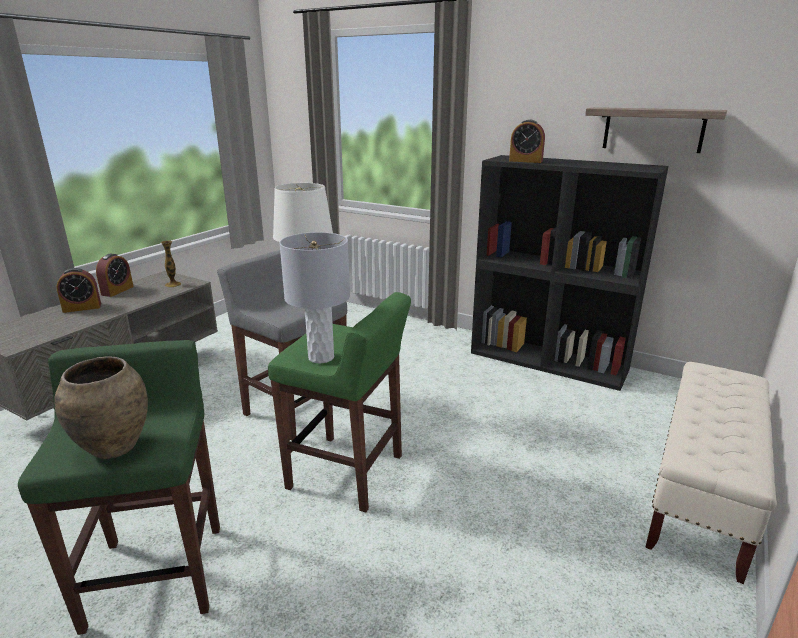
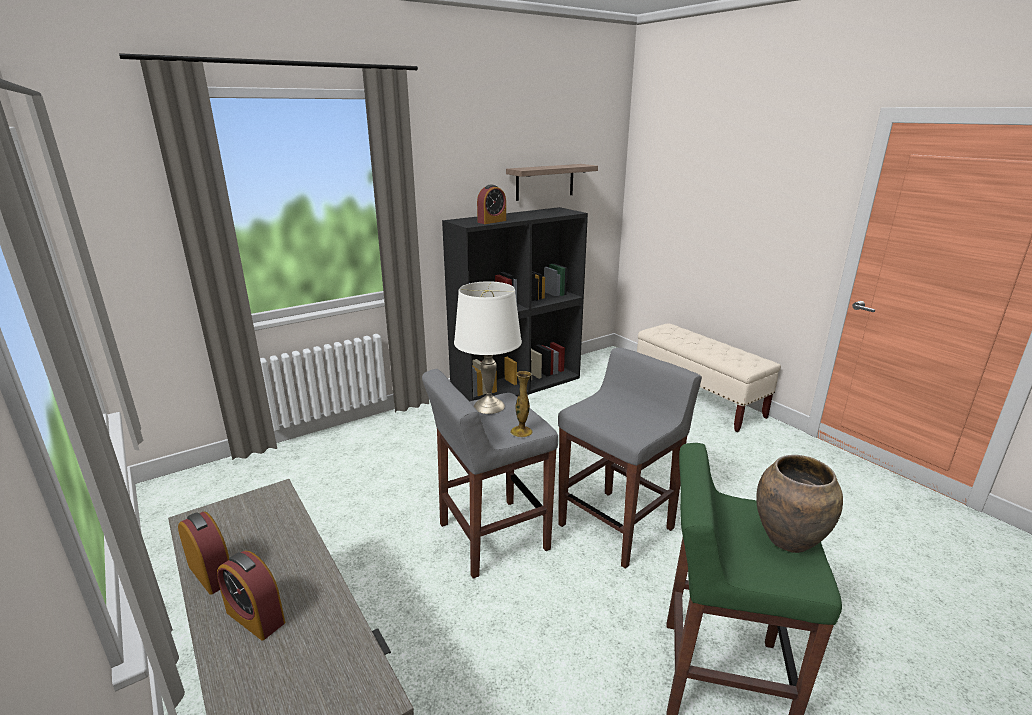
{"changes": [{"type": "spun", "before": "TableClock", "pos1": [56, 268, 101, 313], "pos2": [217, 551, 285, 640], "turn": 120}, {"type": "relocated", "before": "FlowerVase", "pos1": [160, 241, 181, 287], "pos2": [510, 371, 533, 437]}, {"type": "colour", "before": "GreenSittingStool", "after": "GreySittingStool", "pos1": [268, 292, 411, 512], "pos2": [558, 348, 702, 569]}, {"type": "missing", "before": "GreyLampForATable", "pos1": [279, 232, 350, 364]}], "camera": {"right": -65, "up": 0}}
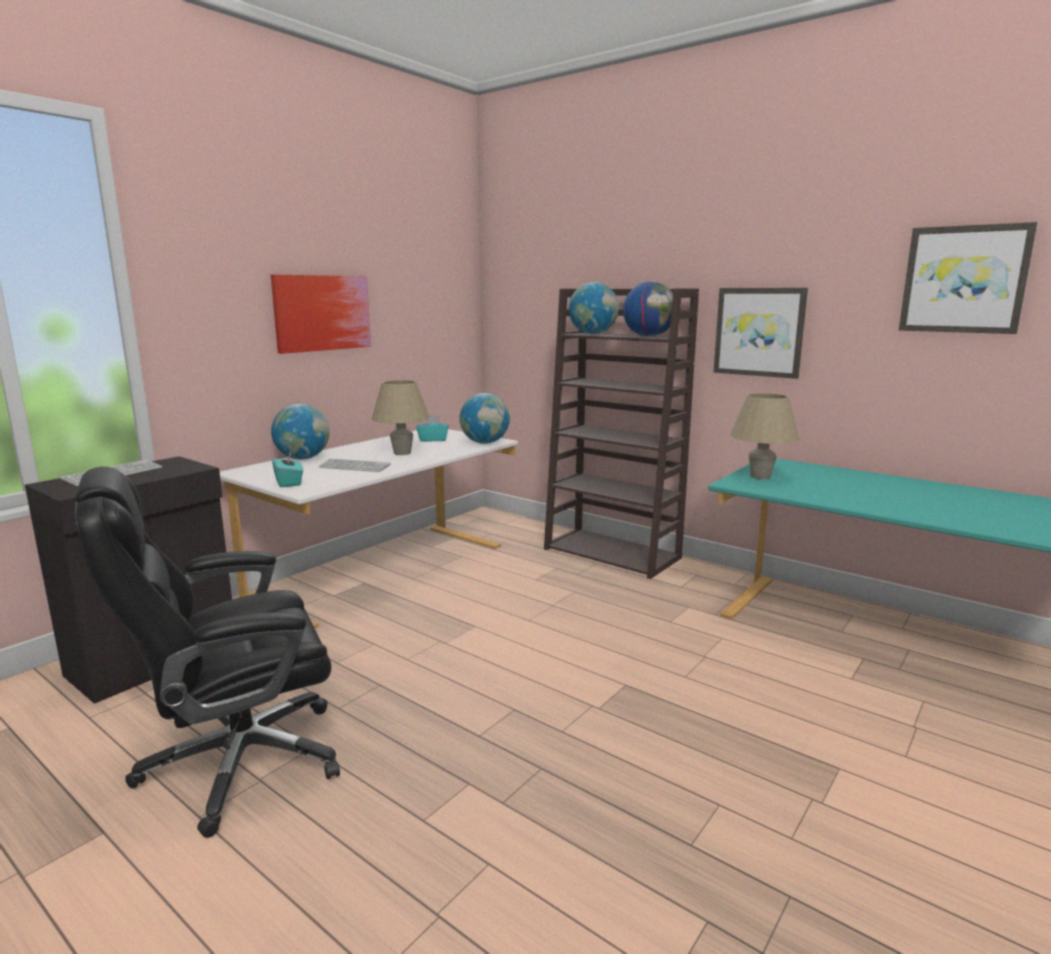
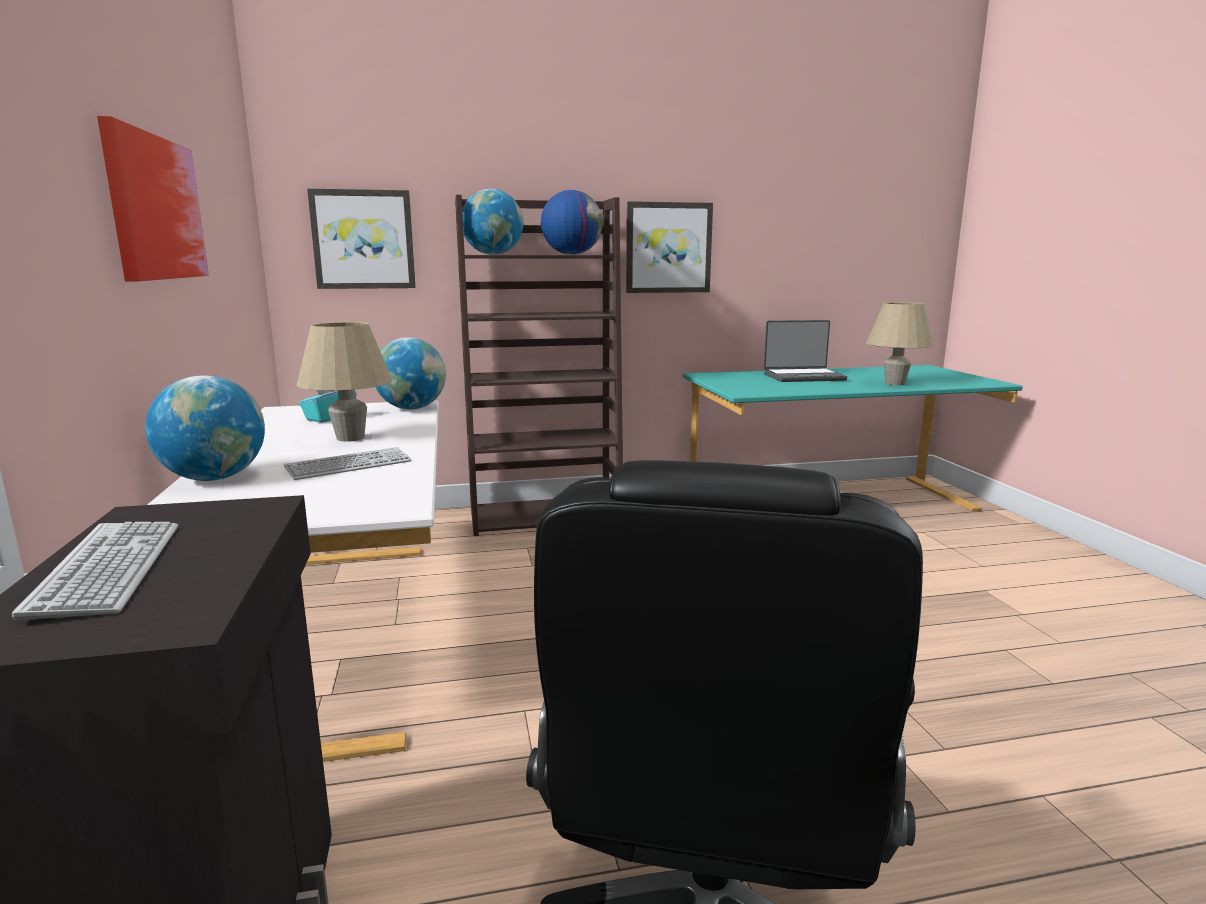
{"changes": [{"type": "missing", "before": "TurquoiseBoxOfTissues", "pos1": [272, 450, 303, 487]}, {"type": "relocated", "before": "SandColouredLampForATable", "pos1": [731, 393, 799, 479], "pos2": [866, 302, 934, 385]}, {"type": "relocated", "before": "WallPicture", "pos1": [899, 222, 1037, 334], "pos2": [307, 189, 416, 289]}, {"type": "appeared", "after": "PortableComputer", "pos2": [763, 320, 847, 382]}], "camera": {"right": -50, "up": 0}}
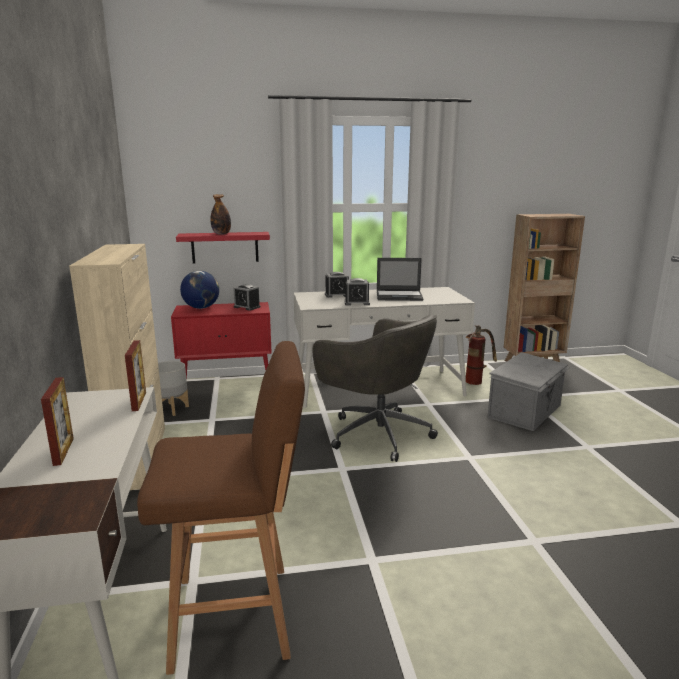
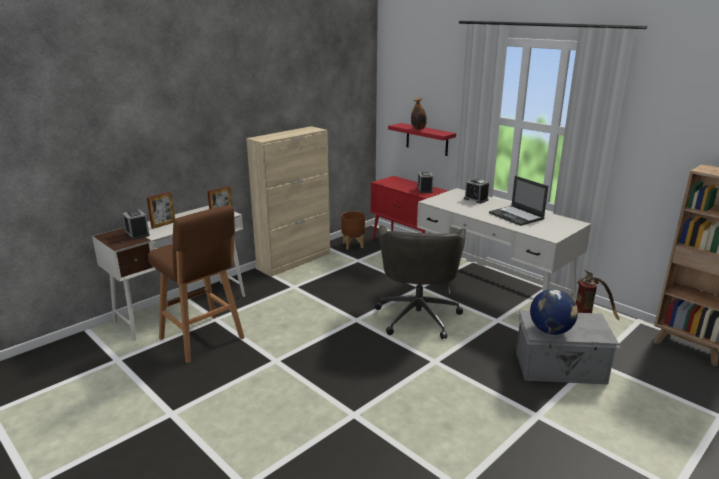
{"changes": [{"type": "colour", "before": "GreyPlanter", "after": "BrownishPlanter", "pos1": [158, 361, 189, 416], "pos2": [341, 211, 365, 250]}, {"type": "relocated", "before": "WorldGlobe", "pos1": [180, 271, 219, 309], "pos2": [530, 289, 578, 335]}, {"type": "relocated", "before": "TableClock", "pos1": [345, 278, 370, 305], "pos2": [122, 209, 150, 240]}], "camera": {"right": 55, "up": 5}}
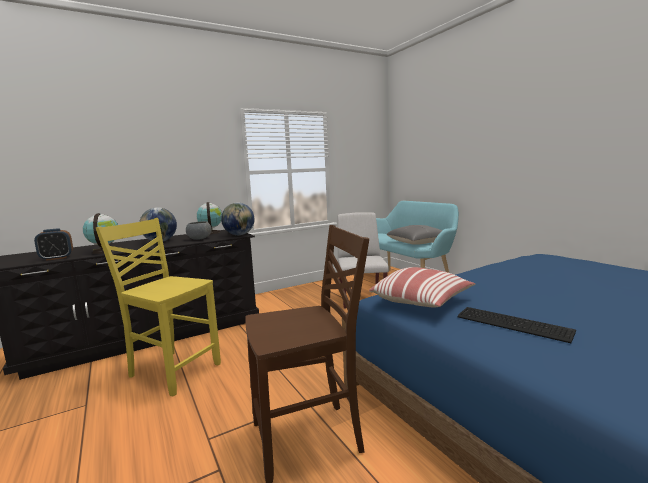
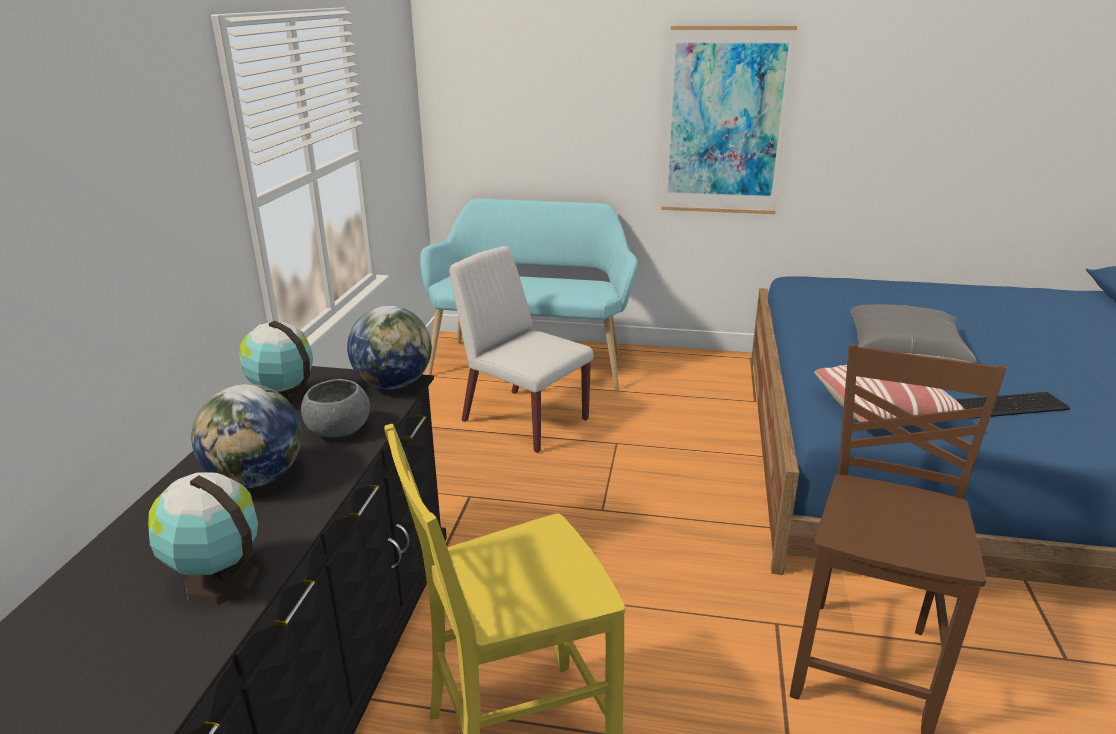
{"changes": [{"type": "missing", "before": "TableClock", "pos1": [34, 228, 73, 261]}, {"type": "relocated", "before": "GreyPillow", "pos1": [386, 225, 442, 245], "pos2": [850, 304, 977, 363]}, {"type": "appeared", "after": "WallPicture", "pos2": [661, 26, 797, 214]}], "camera": {"right": -50, "up": 15}}
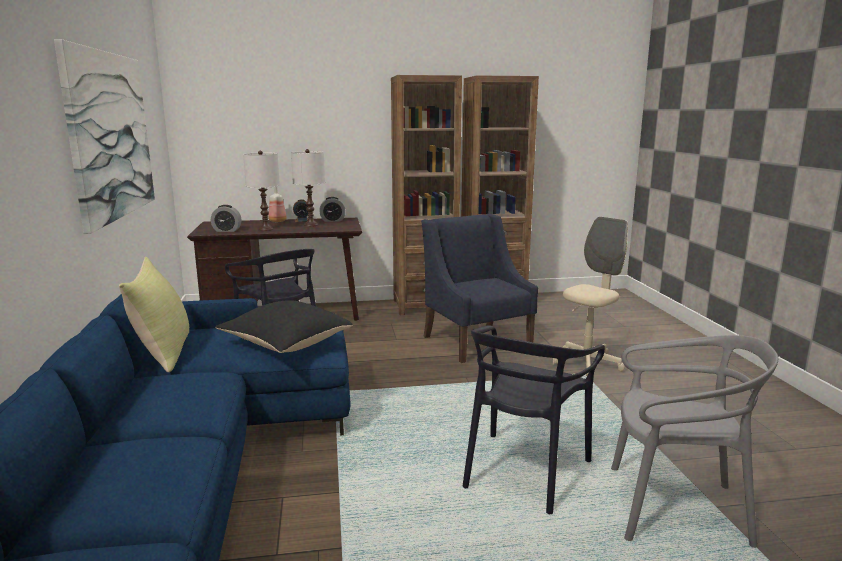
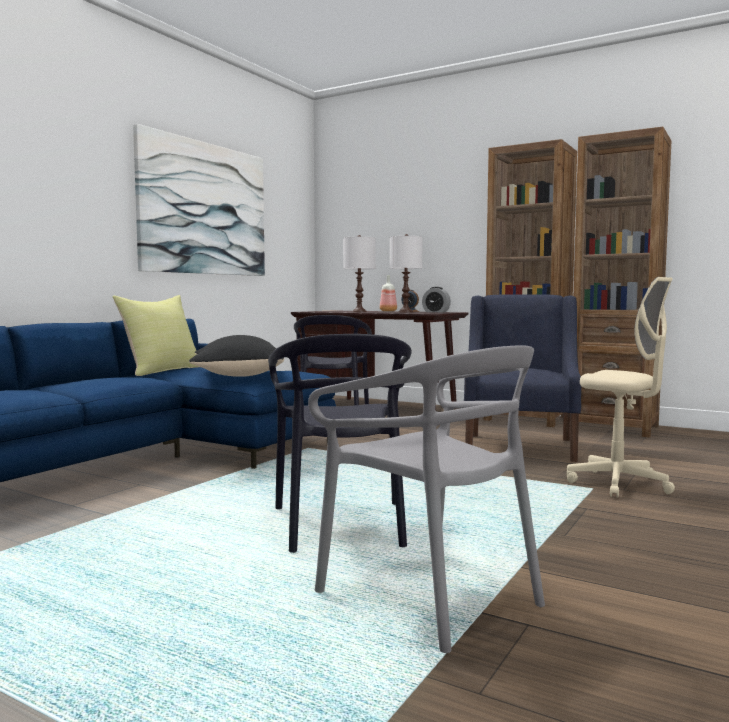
{"changes": [{"type": "missing", "before": "TableClock", "pos1": [211, 205, 242, 232]}, {"type": "spun", "before": "BlackishChair", "pos1": [463, 325, 605, 514], "pos2": [268, 334, 412, 553], "turn": -75}, {"type": "spun", "before": "SandColouredOfficeChair", "pos1": [553, 217, 628, 376], "pos2": [567, 277, 675, 497], "turn": 45}], "camera": {"right": 40, "up": -10}}
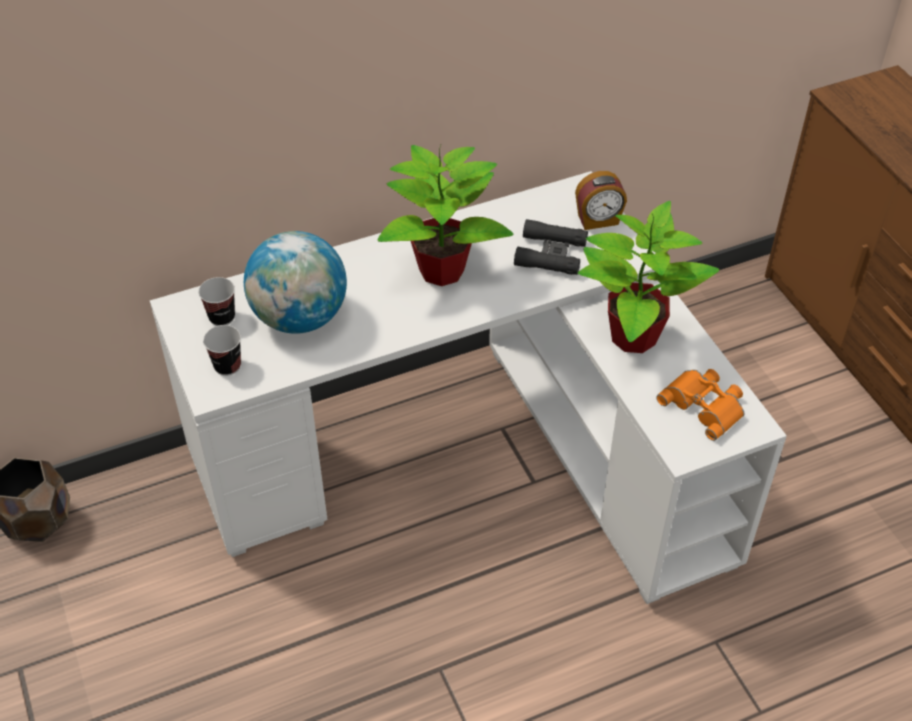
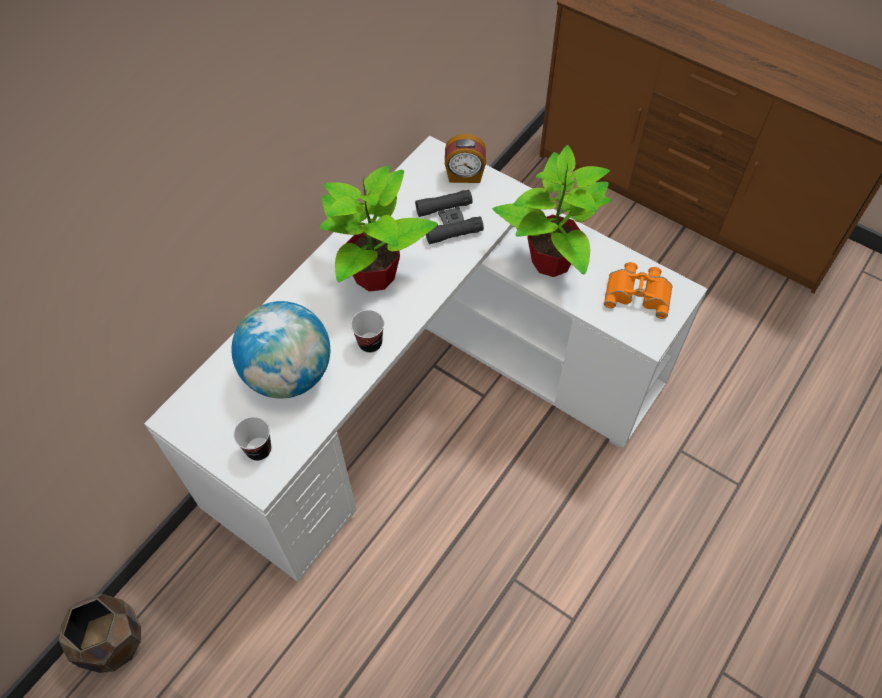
{"changes": [{"type": "relocated", "before": "DrinkingCup", "pos1": [198, 277, 235, 326], "pos2": [351, 310, 384, 353]}, {"type": "spun", "before": "TableClock", "pos1": [575, 171, 627, 230], "pos2": [445, 134, 486, 183], "turn": 45}], "camera": {"right": -30, "up": 10}}
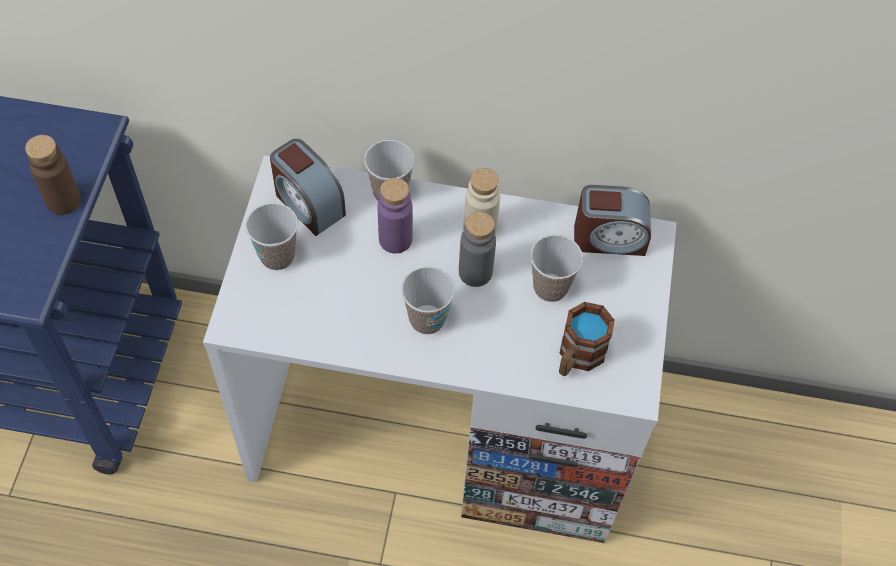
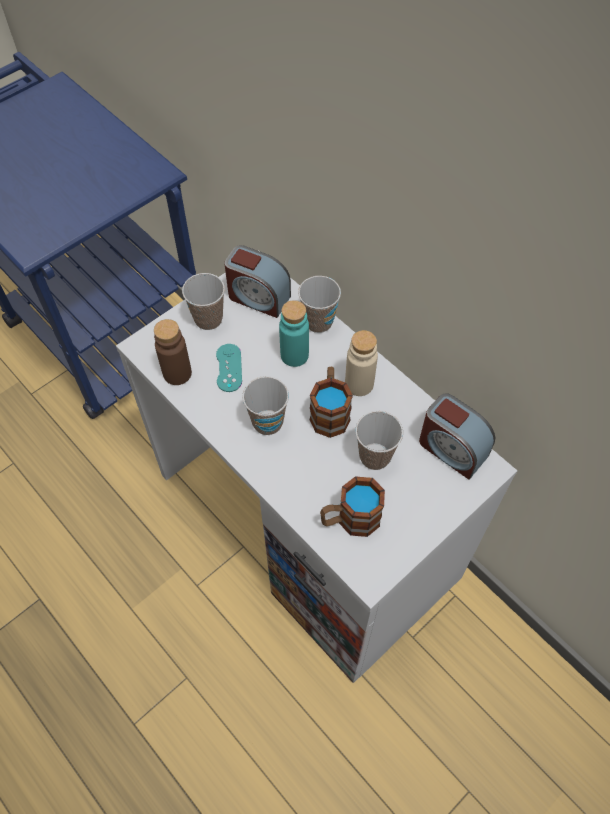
{"changes": [{"type": "relocated", "before": "BrownishDrinkBottle", "pos1": [25, 135, 81, 215], "pos2": [154, 319, 192, 385]}, {"type": "spun", "before": "TableClock", "pos1": [270, 139, 346, 236], "pos2": [224, 245, 291, 318], "turn": -60}, {"type": "colour", "before": "PurpleColouredDrinkBottle", "after": "TurquoiseDrinkBottle", "pos1": [378, 178, 413, 254], "pos2": [279, 300, 309, 367]}, {"type": "exchanged", "before": "GreyDrinkBottle", "after": "TeaMug", "pos1": [459, 212, 496, 287], "pos2": [309, 367, 353, 438]}, {"type": "appeared", "after": "TurquoiseJoypad", "pos2": [216, 344, 242, 392]}], "camera": {"right": 40, "up": 0}}
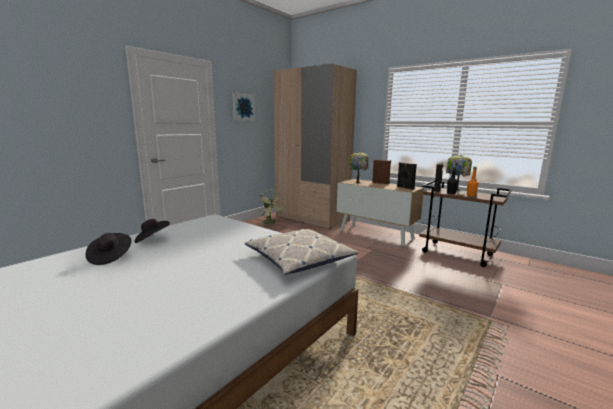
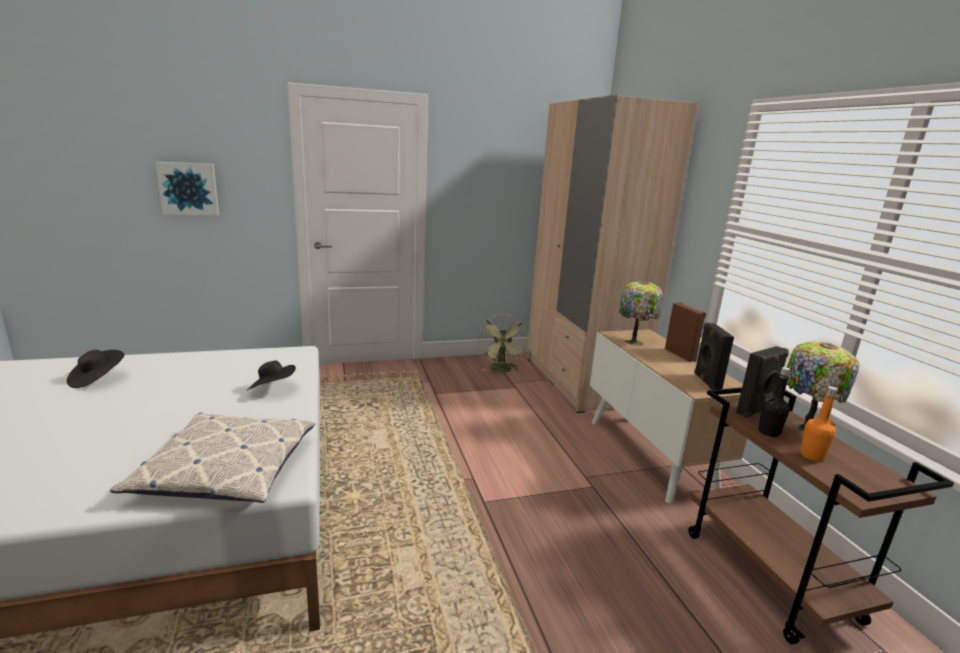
{"changes": [{"type": "relocated", "before": "BlackishHat", "pos1": [134, 219, 170, 243], "pos2": [246, 361, 296, 391]}, {"type": "relocated", "before": "WallPicture", "pos1": [232, 93, 255, 121], "pos2": [156, 162, 219, 215]}], "camera": {"right": 35, "up": 5}}
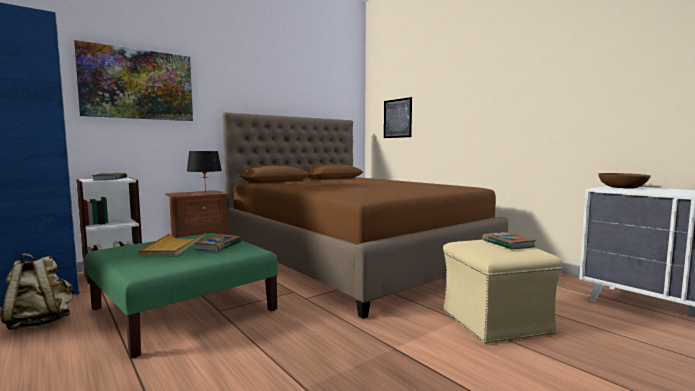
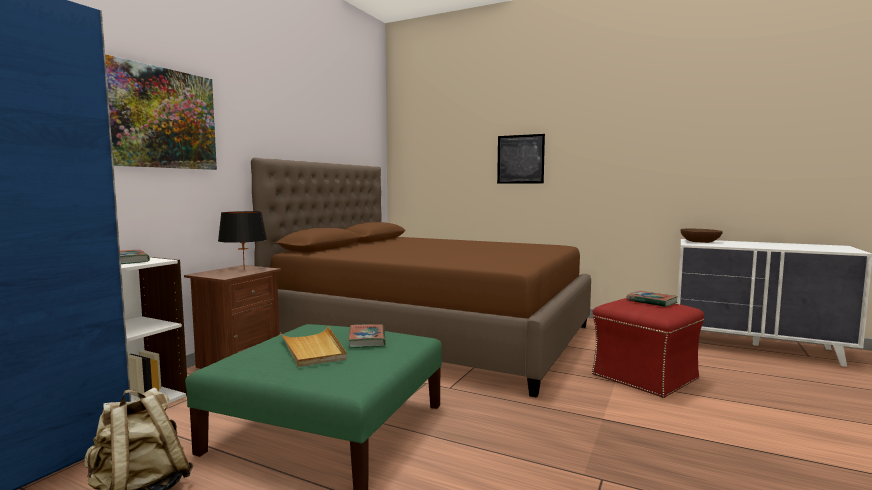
{"changes": [{"type": "relocated", "before": "WallPicture", "pos1": [384, 97, 412, 138], "pos2": [497, 134, 545, 184]}, {"type": "colour", "before": "SandColouredPouffe", "after": "ReddishPouffe", "pos1": [443, 240, 563, 344], "pos2": [592, 298, 704, 398]}], "camera": {"right": -25, "up": 0}}
